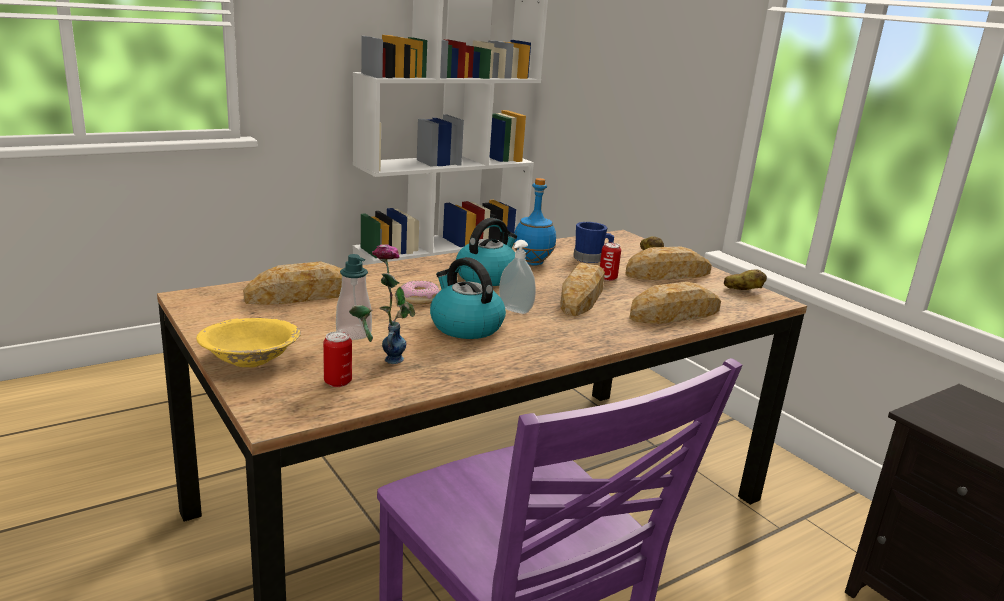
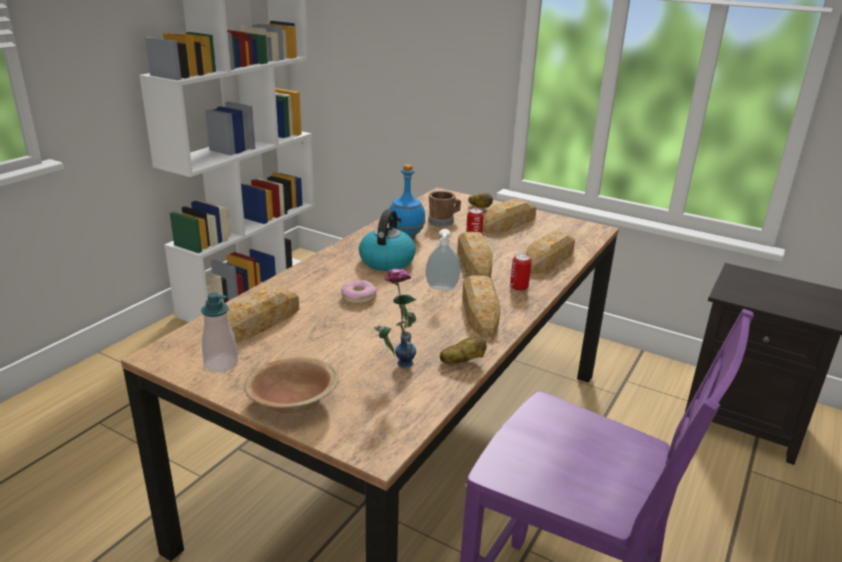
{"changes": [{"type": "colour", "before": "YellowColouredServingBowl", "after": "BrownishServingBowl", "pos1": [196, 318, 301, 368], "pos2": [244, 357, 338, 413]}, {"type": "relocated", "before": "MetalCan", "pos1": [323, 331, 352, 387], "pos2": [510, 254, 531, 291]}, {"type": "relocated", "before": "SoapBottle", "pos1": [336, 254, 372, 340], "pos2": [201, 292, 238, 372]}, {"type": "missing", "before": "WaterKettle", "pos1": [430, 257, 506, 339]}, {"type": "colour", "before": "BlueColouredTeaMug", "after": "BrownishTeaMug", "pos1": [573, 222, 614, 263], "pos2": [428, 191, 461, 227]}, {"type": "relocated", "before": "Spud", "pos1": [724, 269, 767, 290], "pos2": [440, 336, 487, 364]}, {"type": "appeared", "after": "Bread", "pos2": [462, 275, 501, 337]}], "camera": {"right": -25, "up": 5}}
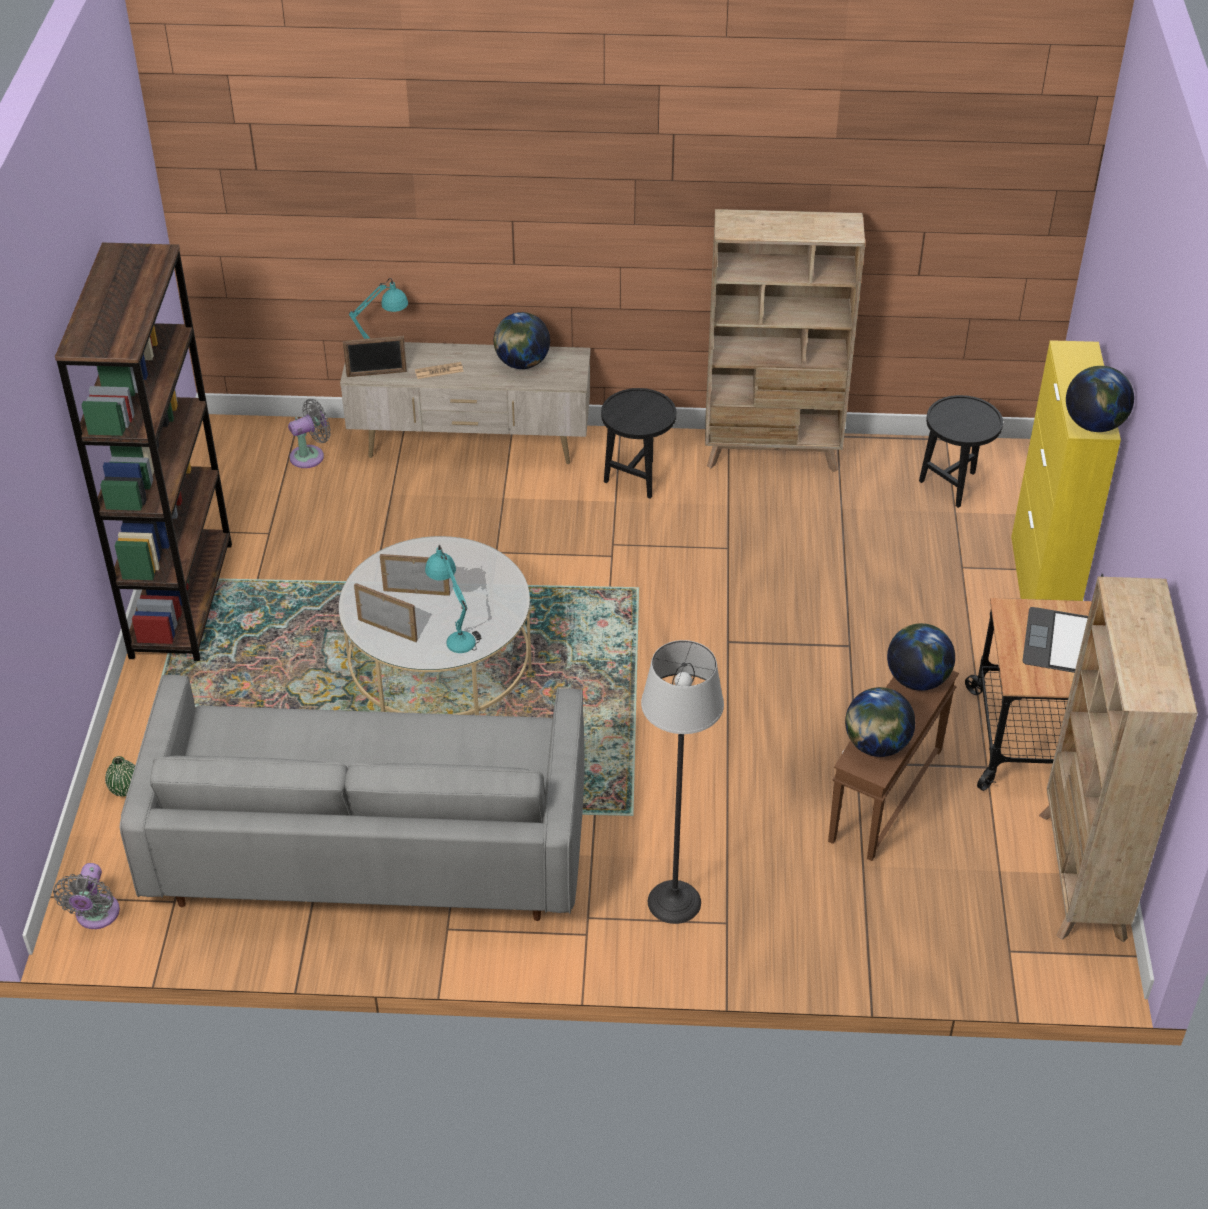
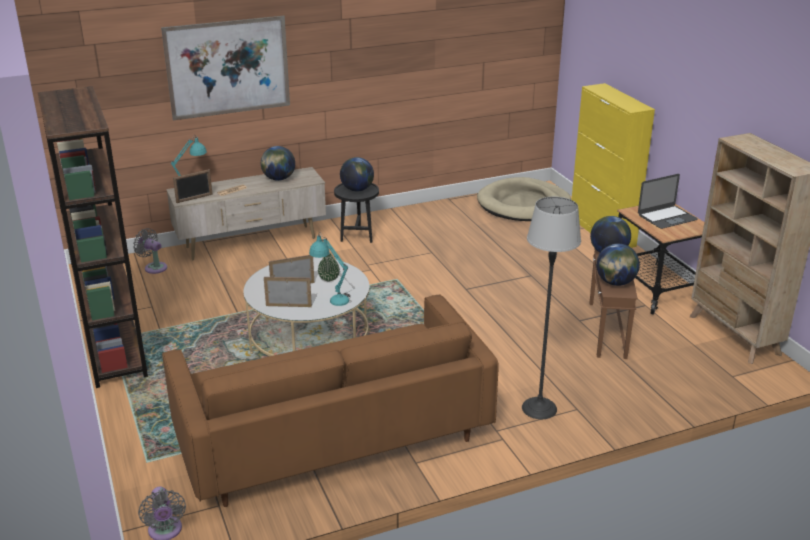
{"changes": [{"type": "relocated", "before": "GreenFlowerVase", "pos1": [105, 756, 135, 797], "pos2": [318, 253, 340, 282]}, {"type": "colour", "before": "GreySettee", "after": "BrownishSettee", "pos1": [120, 675, 585, 921], "pos2": [162, 294, 499, 507]}, {"type": "spun", "before": "GreyCoolingFan", "pos1": [288, 399, 331, 468], "pos2": [133, 228, 167, 274], "turn": -90}, {"type": "missing", "before": "SandColouredBookshelf", "pos1": [705, 209, 865, 472]}, {"type": "exchanged", "before": "BlackishEndTable", "after": "SandColouredDogCushion", "pos1": [919, 395, 1003, 508], "pos2": [477, 177, 571, 221]}, {"type": "spun", "before": "PortableComputer", "pos1": [1023, 574, 1104, 673], "pos2": [638, 174, 698, 229], "turn": -105}, {"type": "relocated", "before": "WorldGlobe", "pos1": [1066, 366, 1134, 432], "pos2": [340, 157, 374, 192]}, {"type": "appeared", "after": "WallPicture", "pos2": [161, 16, 290, 120]}], "camera": {"right": -25, "up": -15}}
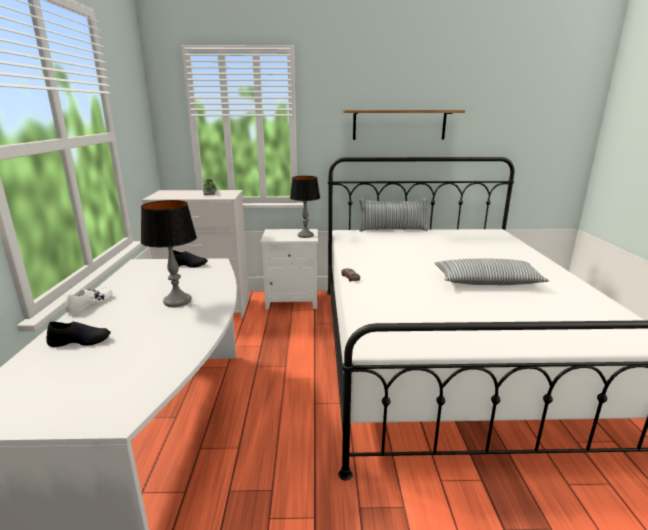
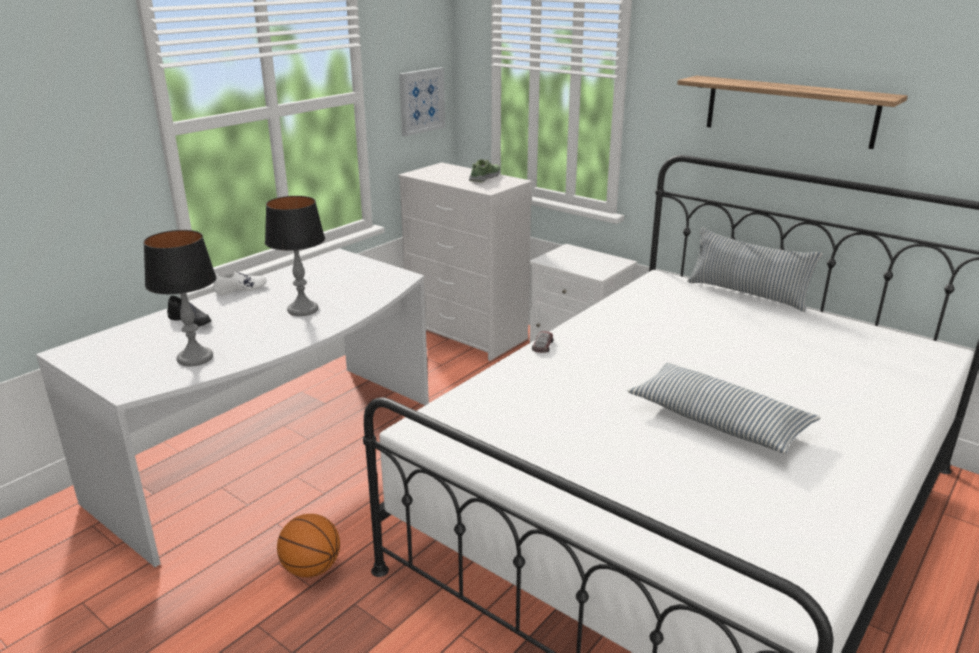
{"changes": [{"type": "missing", "before": "BlackishItemOfFootwear", "pos1": [173, 250, 208, 268]}, {"type": "relocated", "before": "LampForATable", "pos1": [290, 176, 320, 238], "pos2": [143, 230, 216, 366]}, {"type": "appeared", "after": "BallForBasketball", "pos2": [277, 514, 340, 578]}, {"type": "appeared", "after": "WallPicture", "pos2": [399, 67, 445, 137]}], "camera": {"right": 40, "up": 5}}
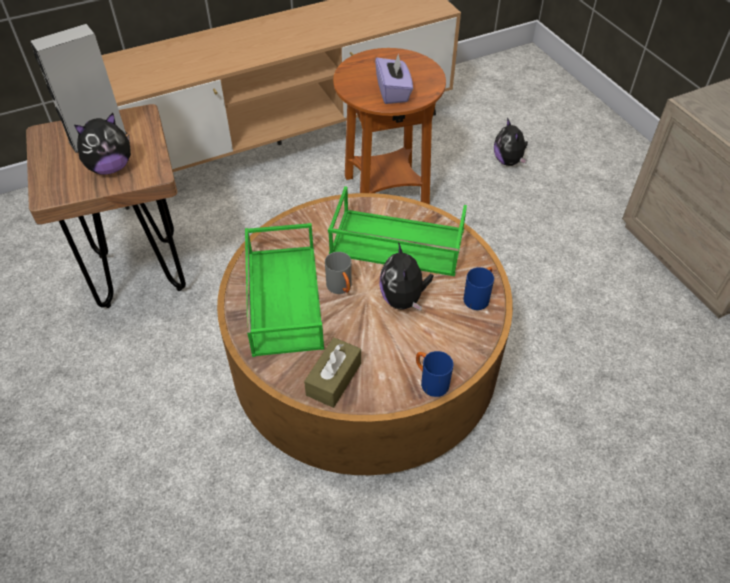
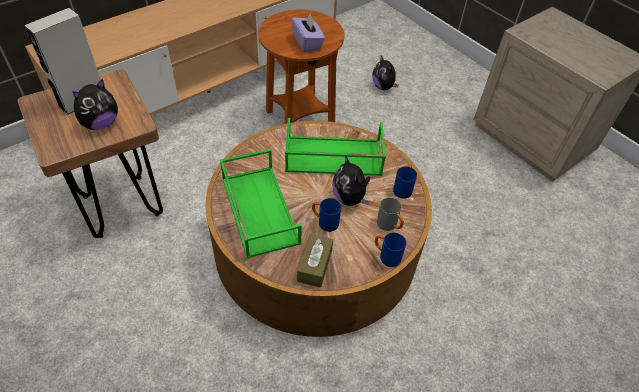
{"changes": [{"type": "relocated", "before": "GreyTeaMug", "pos1": [325, 252, 352, 294], "pos2": [377, 197, 404, 231]}, {"type": "appeared", "after": "BlueColouredTeaMug", "pos2": [312, 198, 341, 232]}], "camera": {"right": -15, "up": 0}}
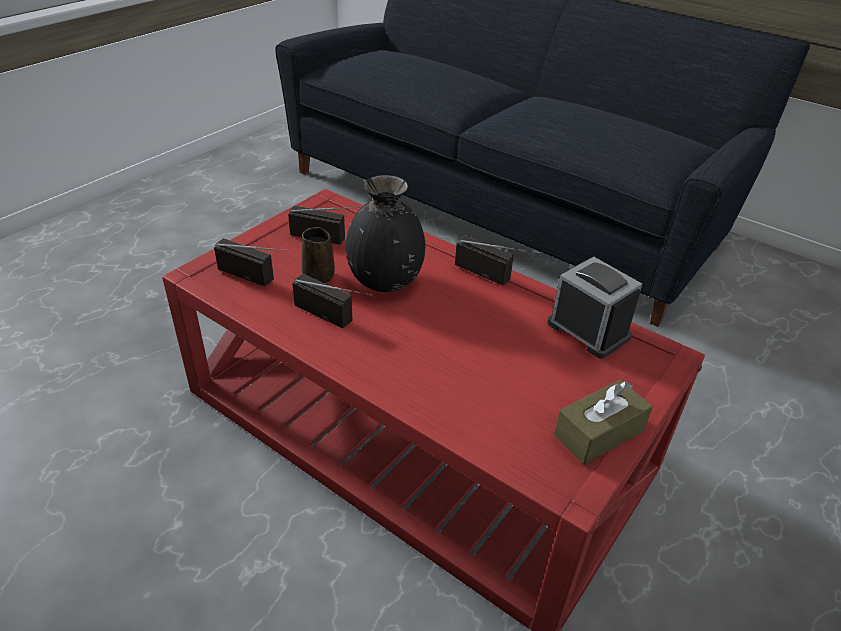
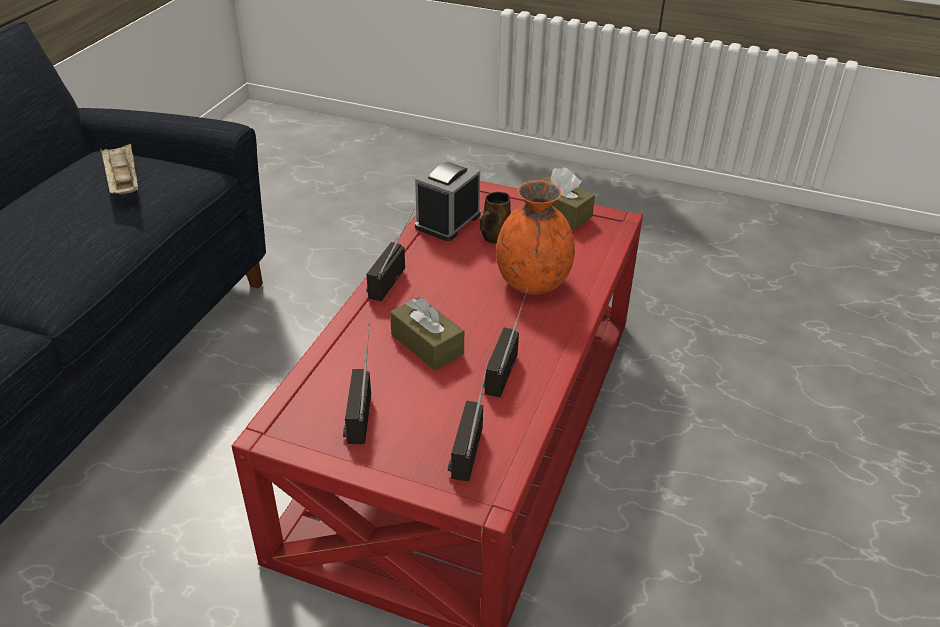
{"changes": [{"type": "relocated", "before": "BrownishTeaMug", "pos1": [302, 227, 335, 283], "pos2": [480, 192, 511, 244]}, {"type": "exchanged", "before": "BlackishFlowerVase", "after": "BrownishBoxOfTissues", "pos1": [346, 175, 425, 292], "pos2": [390, 297, 464, 371]}, {"type": "appeared", "after": "SandColouredCarryingTray", "pos2": [100, 143, 138, 195]}, {"type": "appeared", "after": "OrangeyFlowerVase", "pos2": [496, 180, 575, 295]}], "camera": {"right": -105, "up": 0}}
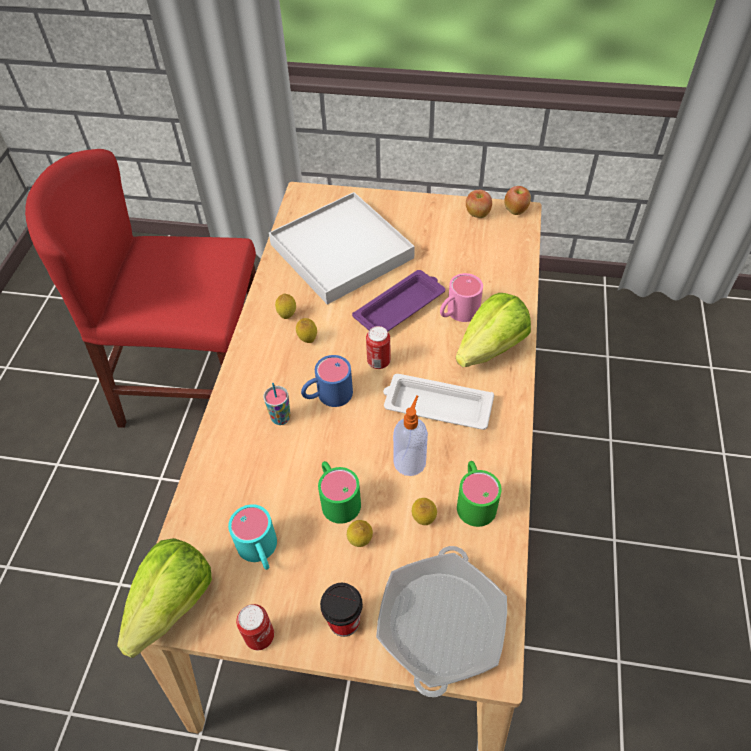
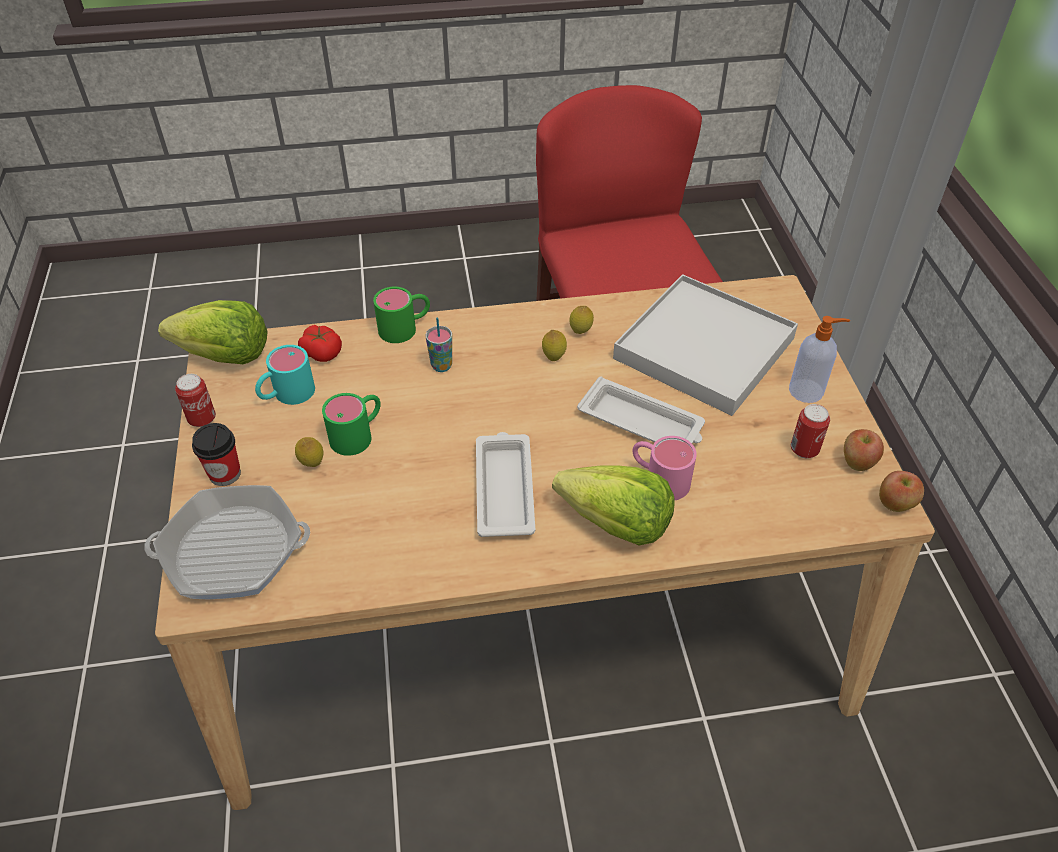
{"changes": [{"type": "missing", "before": "BlueColouredTeaMug", "pos1": [301, 355, 353, 407]}, {"type": "colour", "before": "PurpleColouredCarryingTray", "after": "WhiteColouredCarryingTray", "pos1": [352, 270, 445, 331], "pos2": [577, 376, 705, 443]}, {"type": "relocated", "before": "MetalCan", "pos1": [366, 326, 391, 369], "pos2": [791, 404, 830, 458]}, {"type": "relocated", "before": "SoapBottle", "pos1": [393, 395, 428, 476], "pos2": [789, 316, 850, 403]}, {"type": "missing", "before": "CitrusFruit", "pos1": [412, 498, 437, 525]}, {"type": "relocated", "before": "GreenTeaMug", "pos1": [457, 461, 502, 527], "pos2": [373, 287, 430, 343]}, {"type": "appeared", "after": "FreshTomato", "pos2": [298, 325, 342, 362]}], "camera": {"right": 70, "up": -5}}
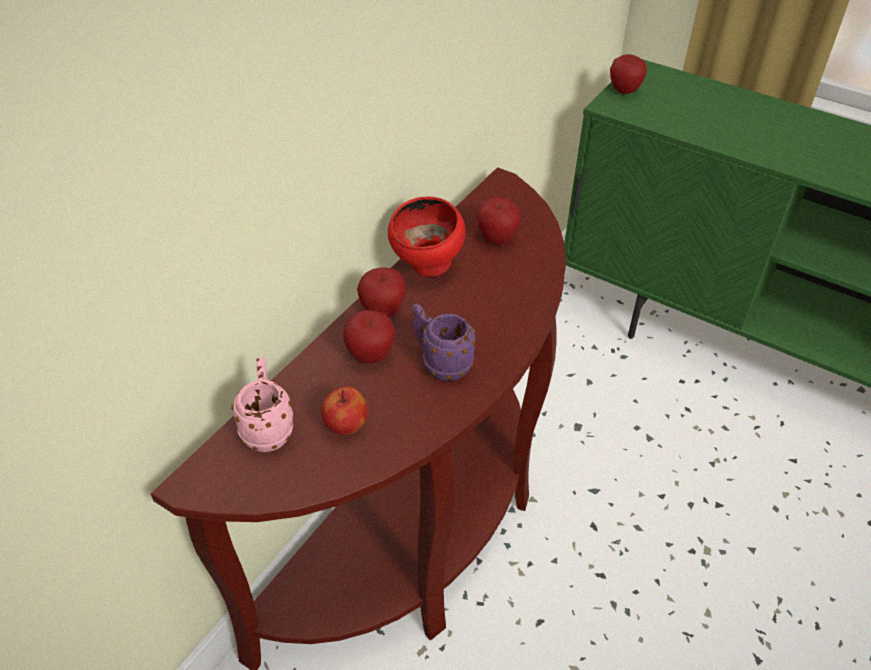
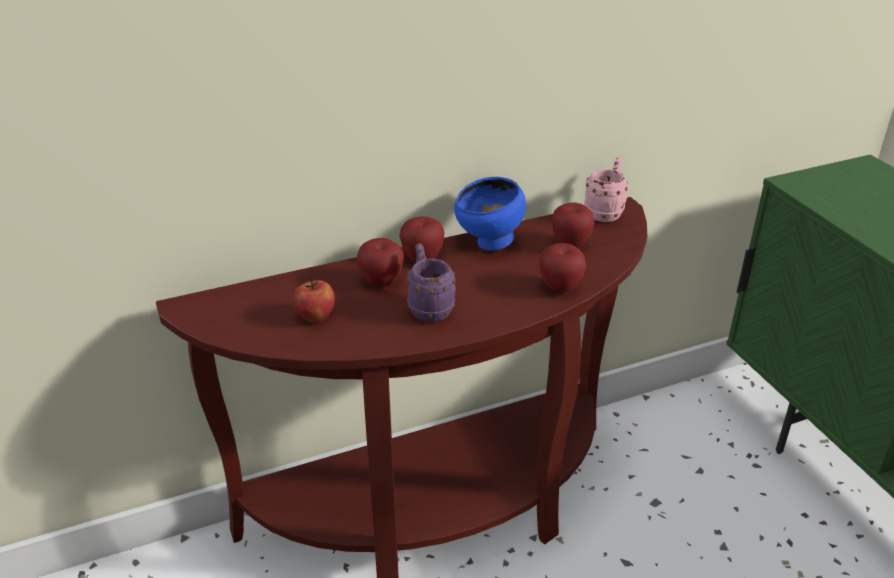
{"changes": [{"type": "relocated", "before": "PinkTeaMug", "pos1": [231, 357, 294, 452], "pos2": [584, 157, 628, 222]}, {"type": "colour", "before": "ReddishServingBowl", "after": "BlueColouredServingBowl", "pos1": [388, 196, 465, 277], "pos2": [454, 177, 526, 251]}, {"type": "relocated", "before": "AppleFruit", "pos1": [610, 54, 647, 94], "pos2": [539, 243, 587, 292]}], "camera": {"right": 35, "up": -10}}
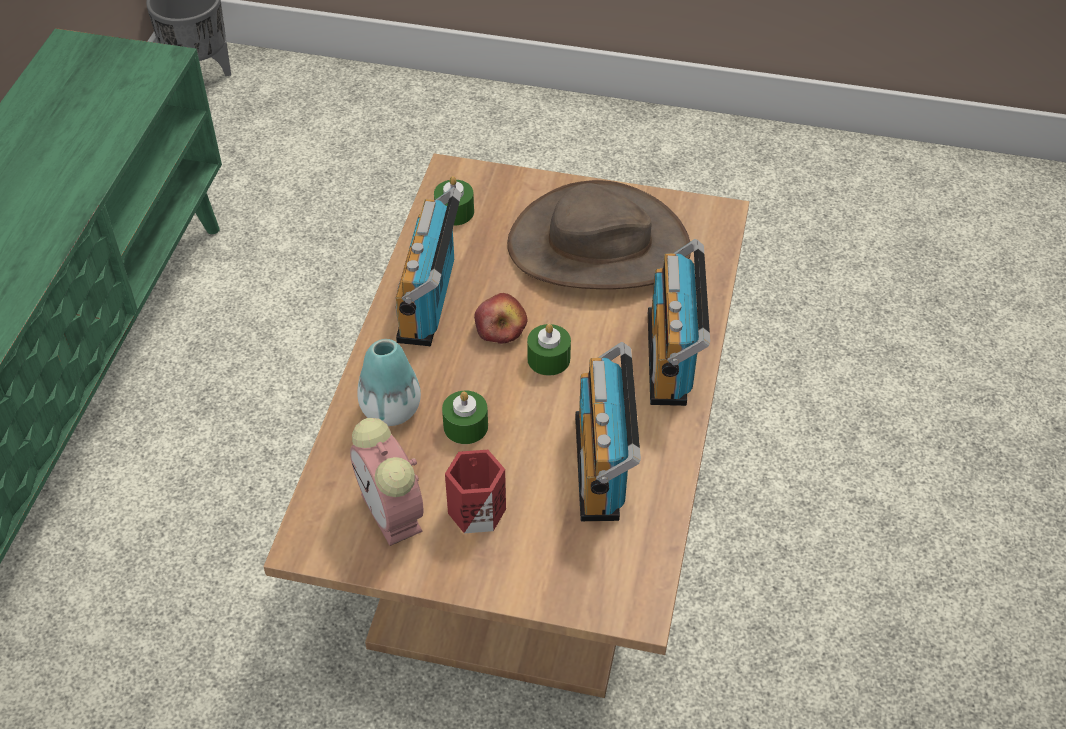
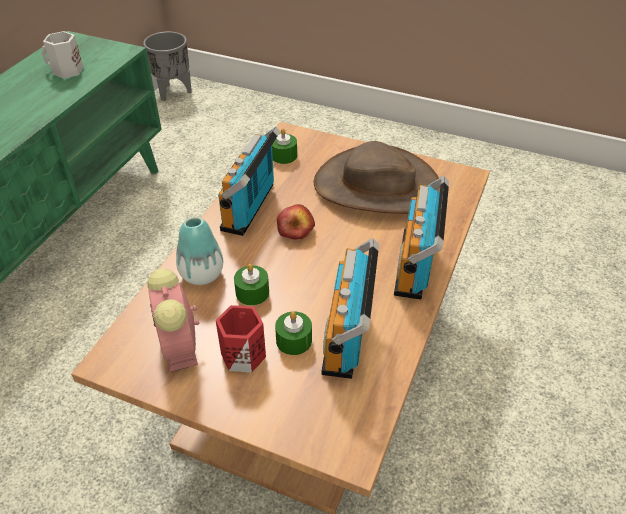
{"changes": [{"type": "relocated", "before": "GreenCandle", "pos1": [527, 324, 571, 376], "pos2": [275, 311, 312, 355]}, {"type": "appeared", "after": "WhiteColouredTeaMug", "pos2": [41, 31, 84, 79]}], "camera": {"right": 10, "up": -5}}
